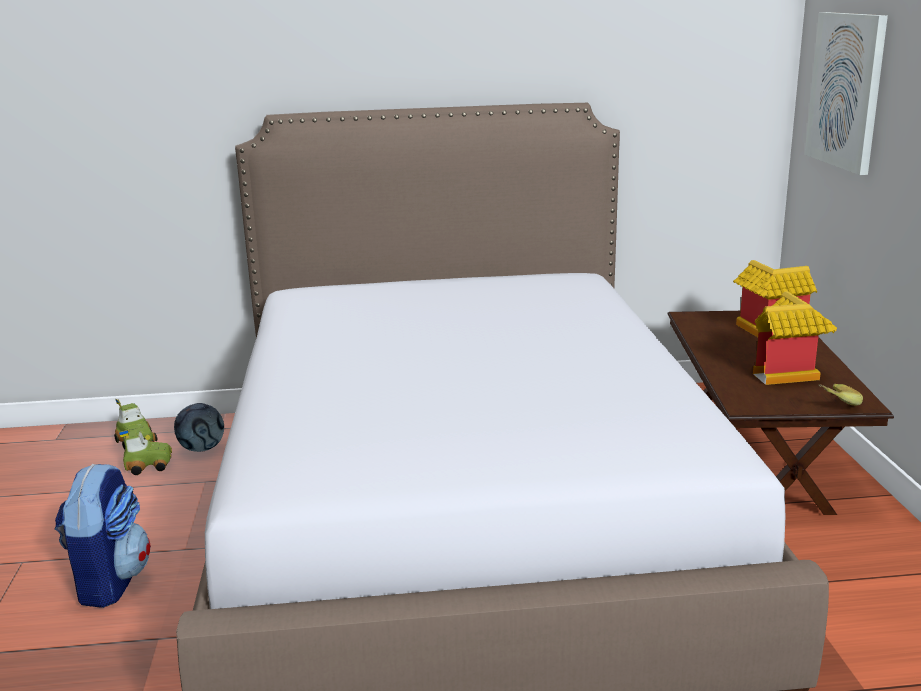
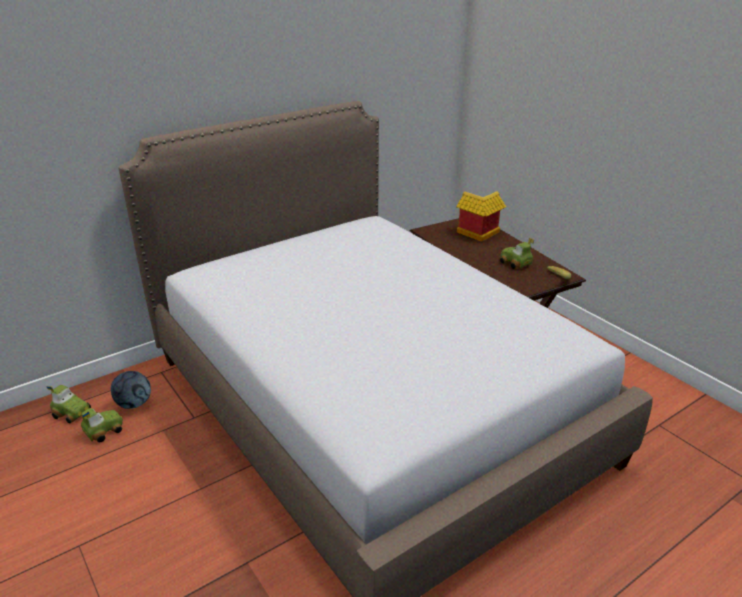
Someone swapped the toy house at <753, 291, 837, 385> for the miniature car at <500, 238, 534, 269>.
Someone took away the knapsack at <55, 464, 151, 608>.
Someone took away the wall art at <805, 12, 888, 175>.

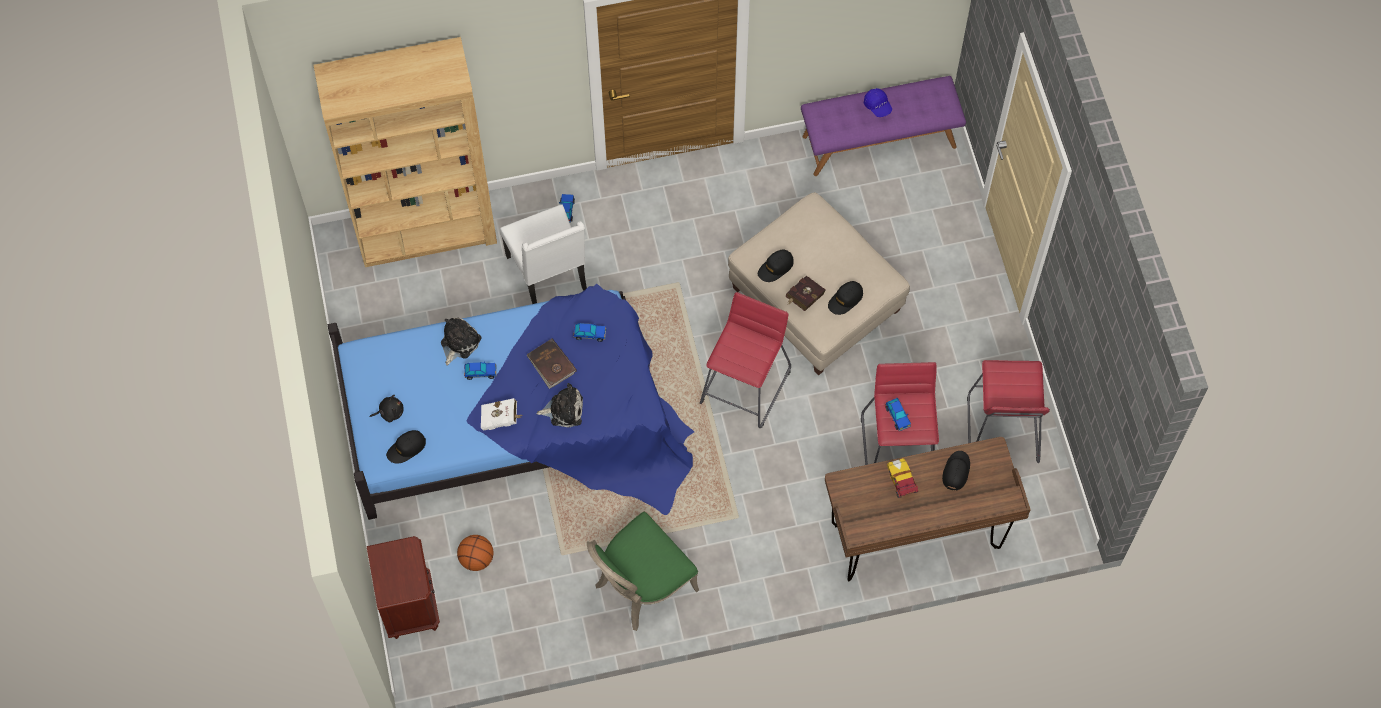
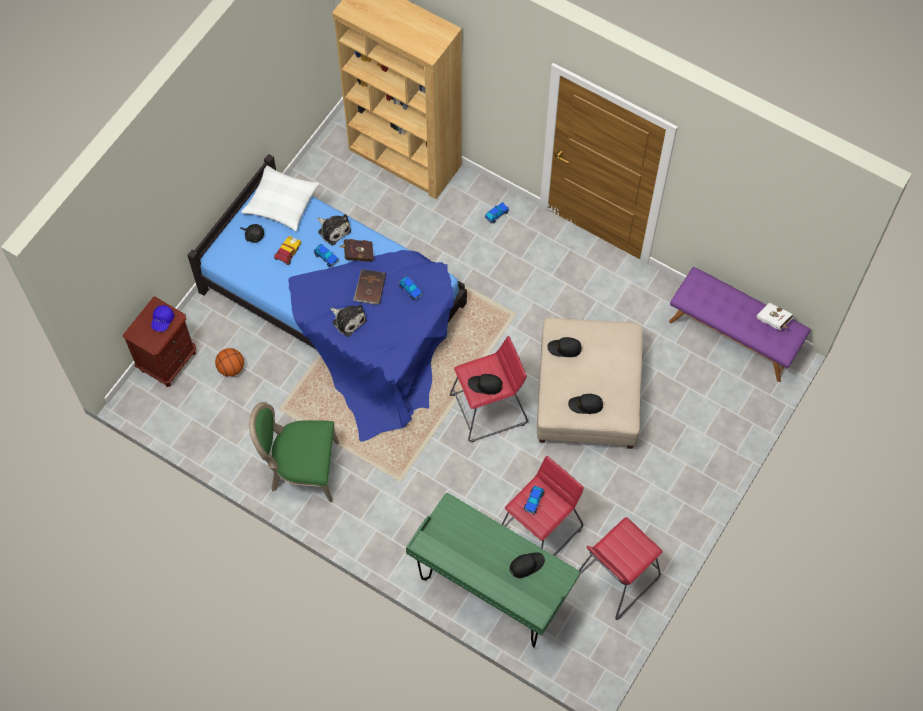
Someone carried the peaked cap/bluish from <864, 88, 892, 117> to <151, 305, 174, 332>.
Someone put down the throw pillow/whitish at <241, 166, 320, 231>.
Someone carried the miniature car from <887, 458, 918, 498> to <274, 236, 301, 265>.
Someone rotated the plush toy at <441, 318, 482, 365> by 60 degrees clockwise.
Someone carried the bound book/red-coloured from <786, 276, 826, 311> to <339, 239, 374, 262>.
Someone repainted the desk table/brown-coloured at <825, 437, 1031, 581>, which became the desk table/green at <406, 493, 580, 647>.
Someone carried the peaked cap/blackish from <386, 430, 426, 464> to <468, 374, 503, 395>.
Someone carried the bound book/whitish from <481, 398, 523, 430> to <757, 303, 793, 330>.
Someone took away the chair/whitish at <500, 204, 587, 304>.

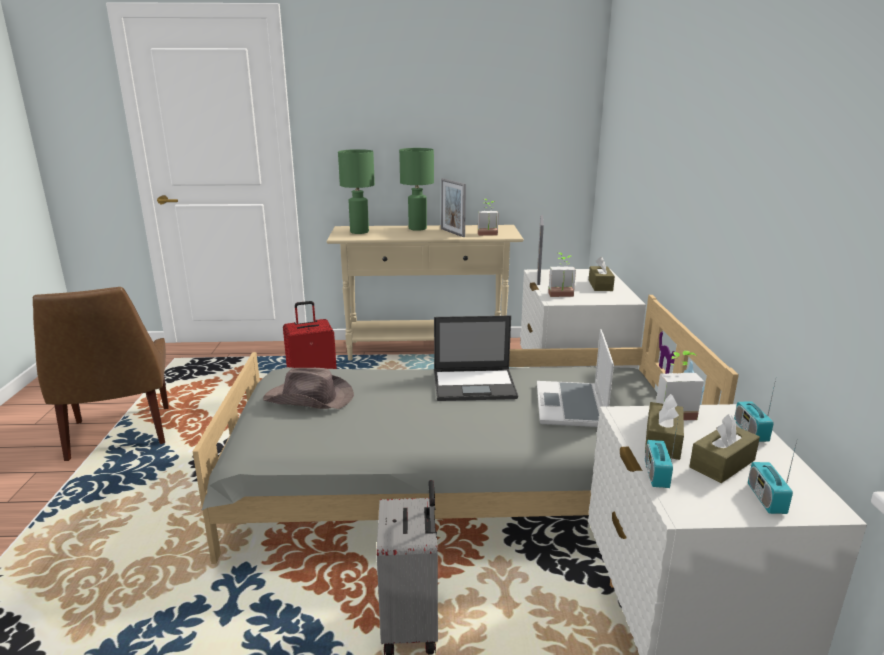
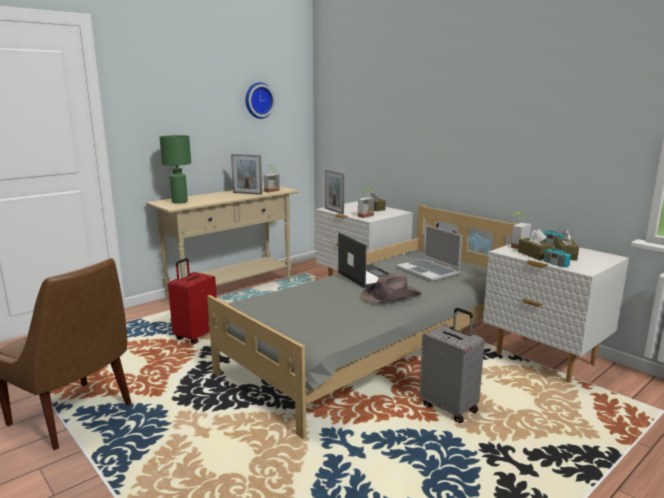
Someone put up the wall clock at <245, 82, 275, 119>.
Someone rotated the portable computer at <434, 315, 518, 401> by 75 degrees counterclockwise.
Someone carried the wearable hat/brown-coloured from <263, 368, 354, 409> to <360, 273, 422, 303>.
Someone took away the lamp for a table/green at <399, 148, 434, 231>.
Someone took away the radio set at <748, 438, 798, 514>.

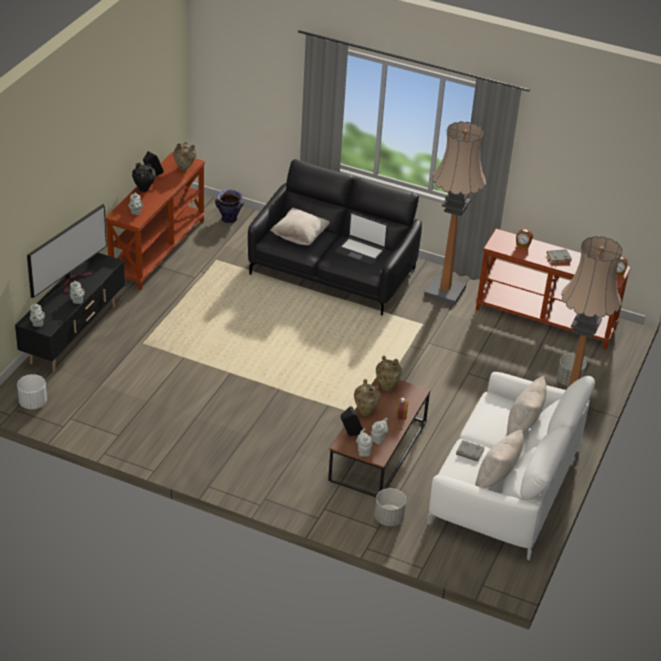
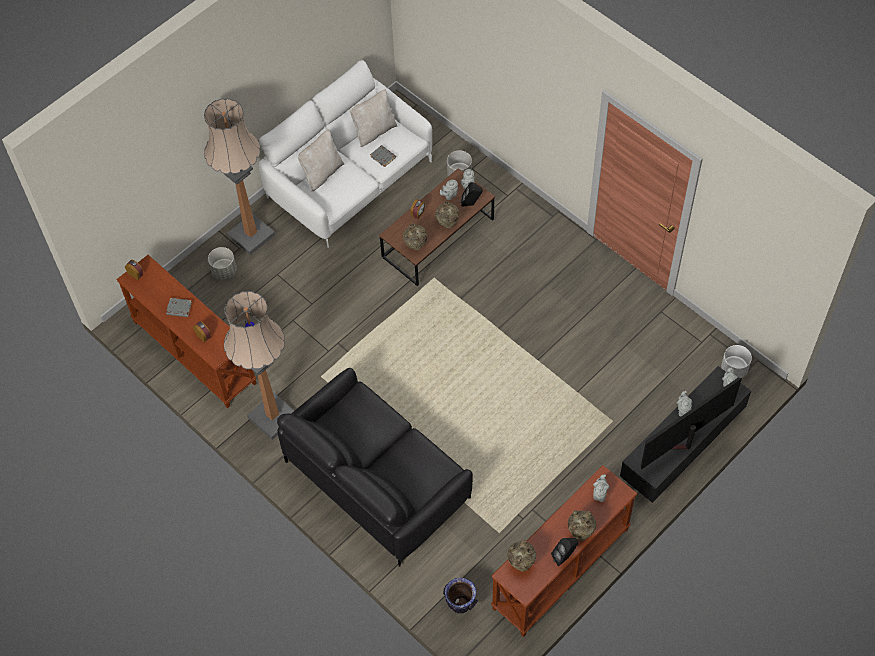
Someone repainted the vase/blackish at <132, 163, 156, 192>, which became the vase/beige-coloured at <568, 510, 596, 541>.
Someone took away the throw pillow/beige-coloured at <270, 208, 330, 245>.
Someone took away the portable computer at <335, 212, 388, 266>.

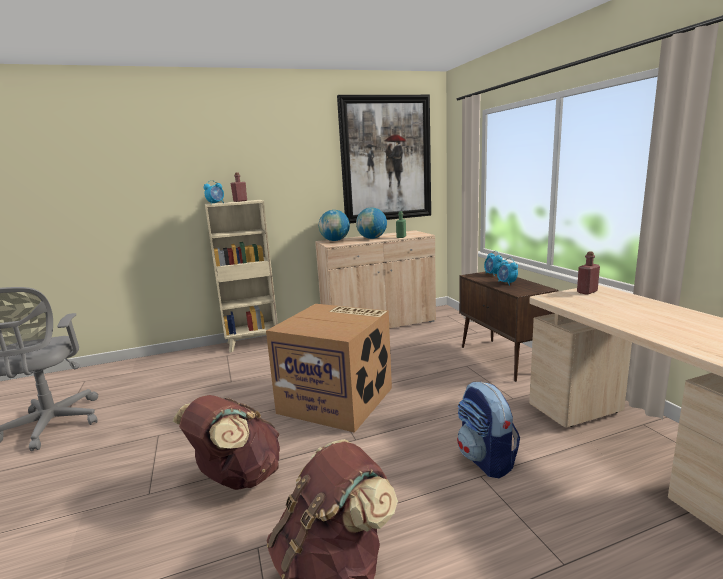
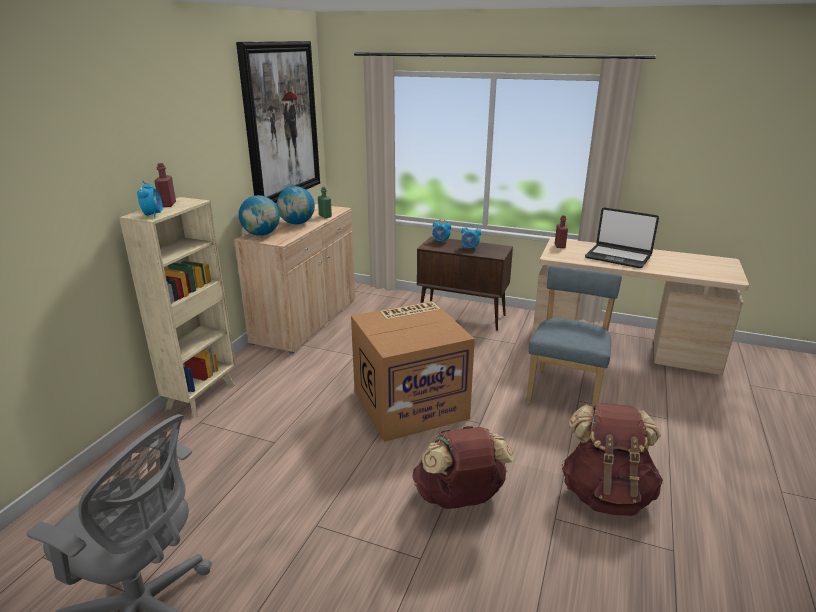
Someone swapped the knapsack at <457, 382, 520, 478> for the chair/bluish at <526, 266, 622, 407>.
Someone put down the portable computer at <585, 207, 659, 268>.

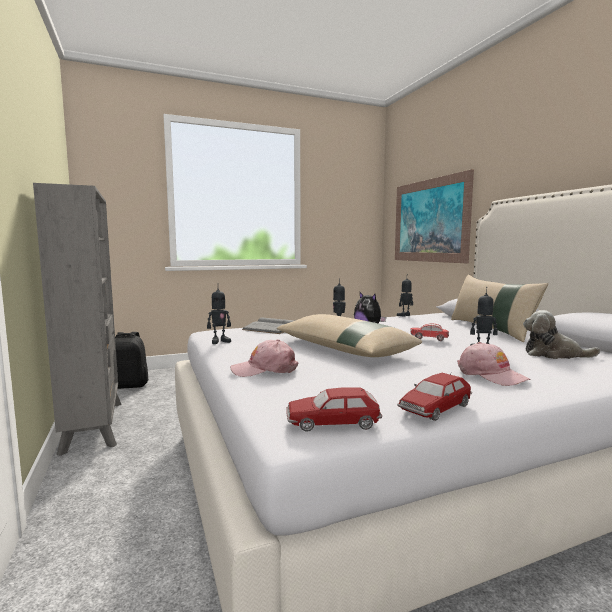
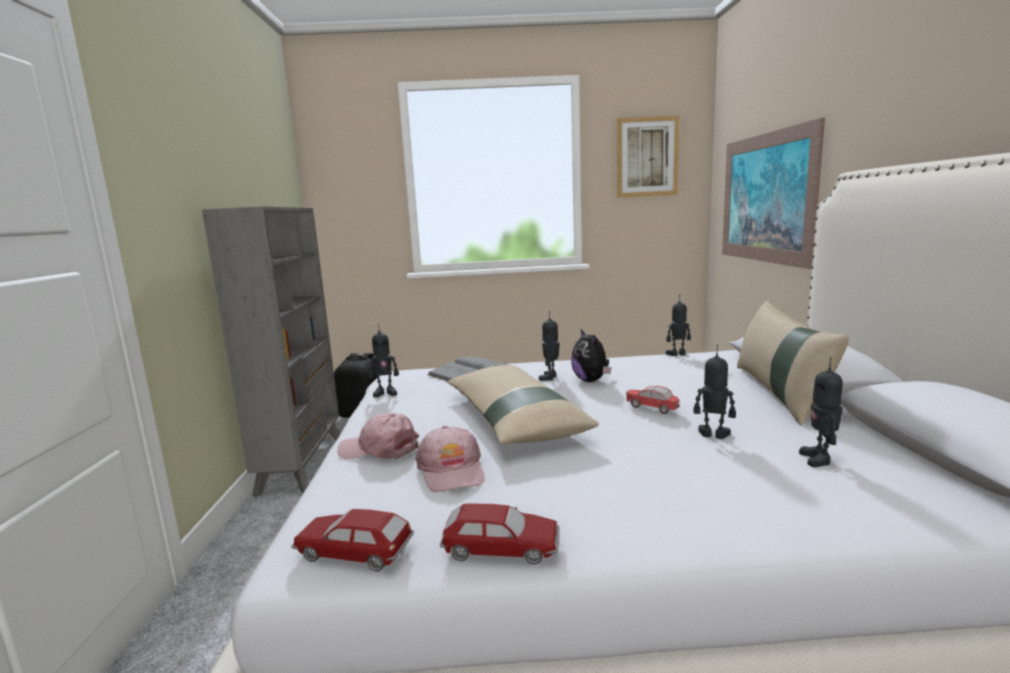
Someone carried the peaked cap/pink from <457, 342, 530, 386> to <415, 426, 485, 492>.
Someone rotated the miniature car at <397, 371, 472, 421> by 150 degrees counterclockwise.
Someone put up the wall art at <617, 116, 680, 198>.
Someone swapped the plush toy at <523, 310, 600, 359> for the model robot at <799, 357, 843, 467>.

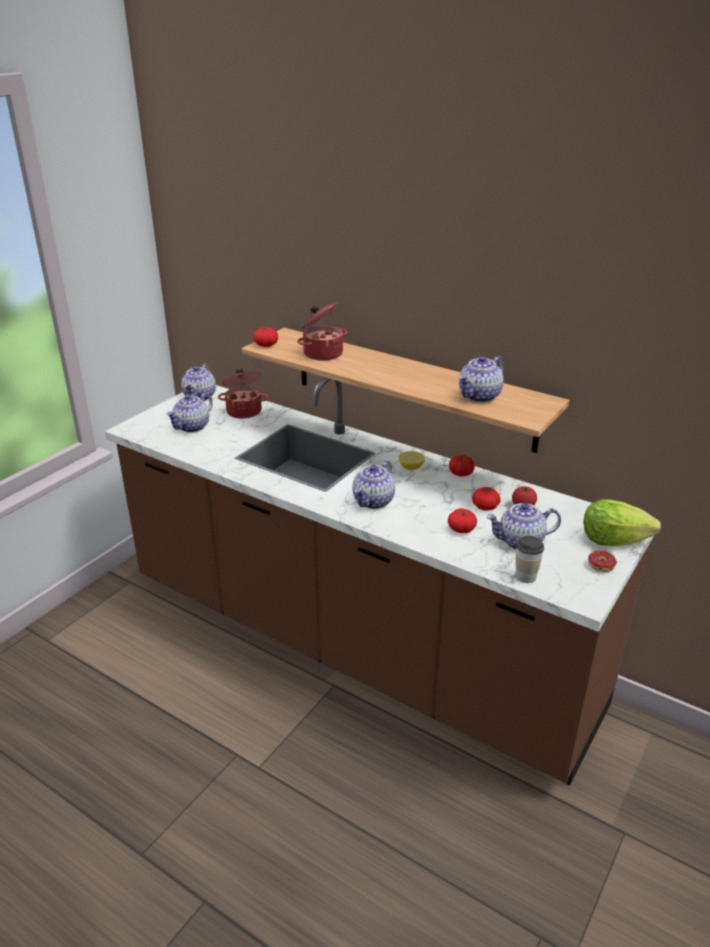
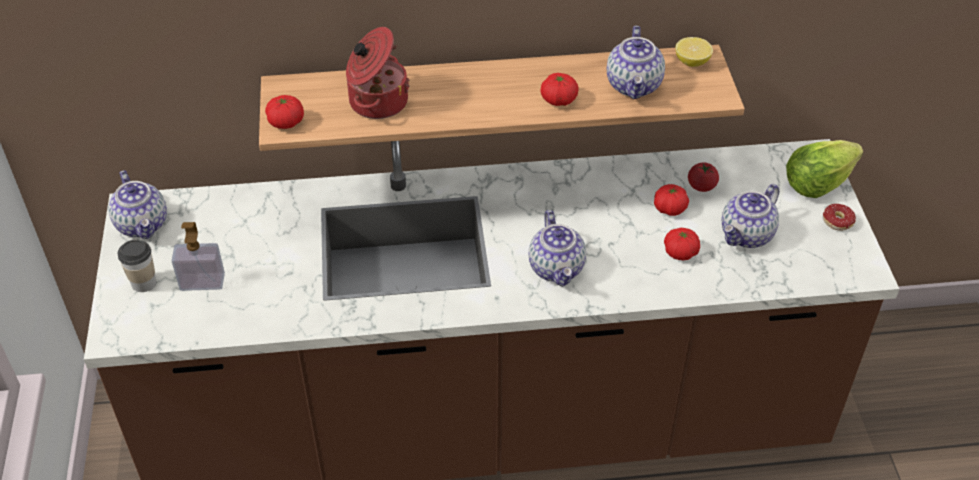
Someone carried the drinking cup from <516, 536, 544, 583> to <118, 240, 156, 292>.
Someone swapped the tea pot at <166, 392, 213, 433> for the soap dispenser at <172, 222, 225, 291>.
Someone carried the whole tomato from <449, 455, 475, 477> to <541, 73, 579, 106>.
Someone carried the whole lemon from <398, 451, 425, 471> to <676, 37, 713, 67>.
Someone took away the saucepot at <218, 369, 268, 419>.

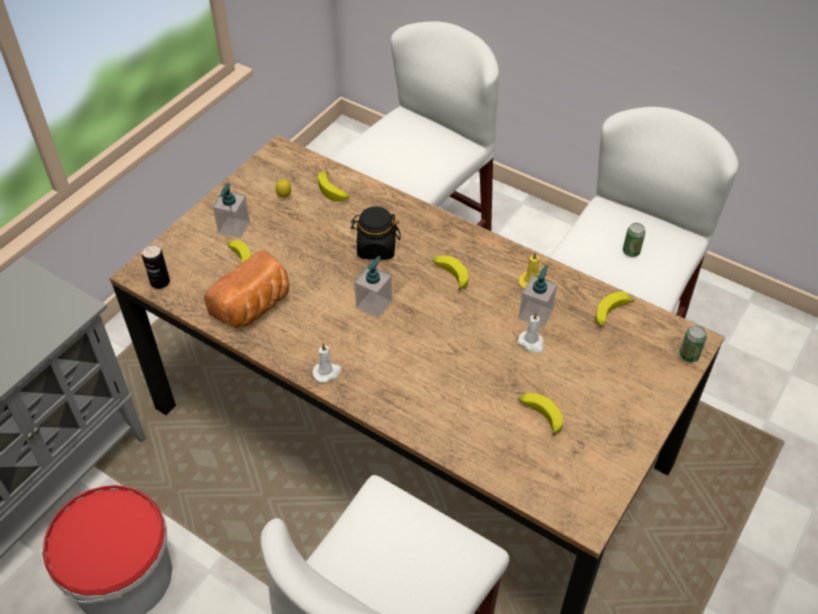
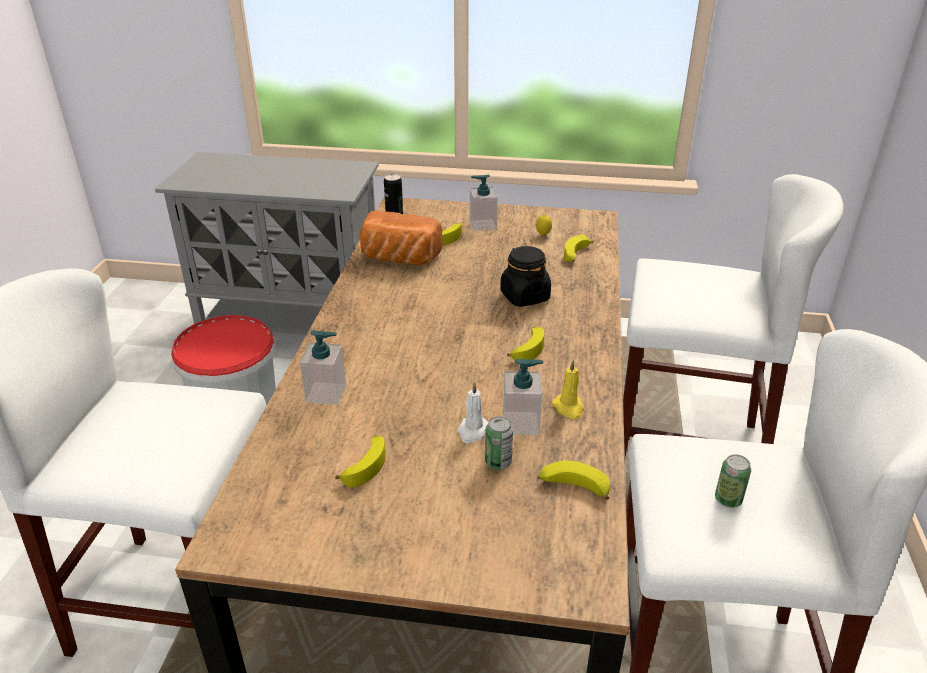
Someone carried the soap dispenser from <354, 256, 392, 318> to <300, 330, 346, 405>.
Someone carried the sealed can from <679, 326, 707, 362> to <485, 416, 513, 470>.
Someone took away the wax candle/whitish at <312, 343, 342, 383>.

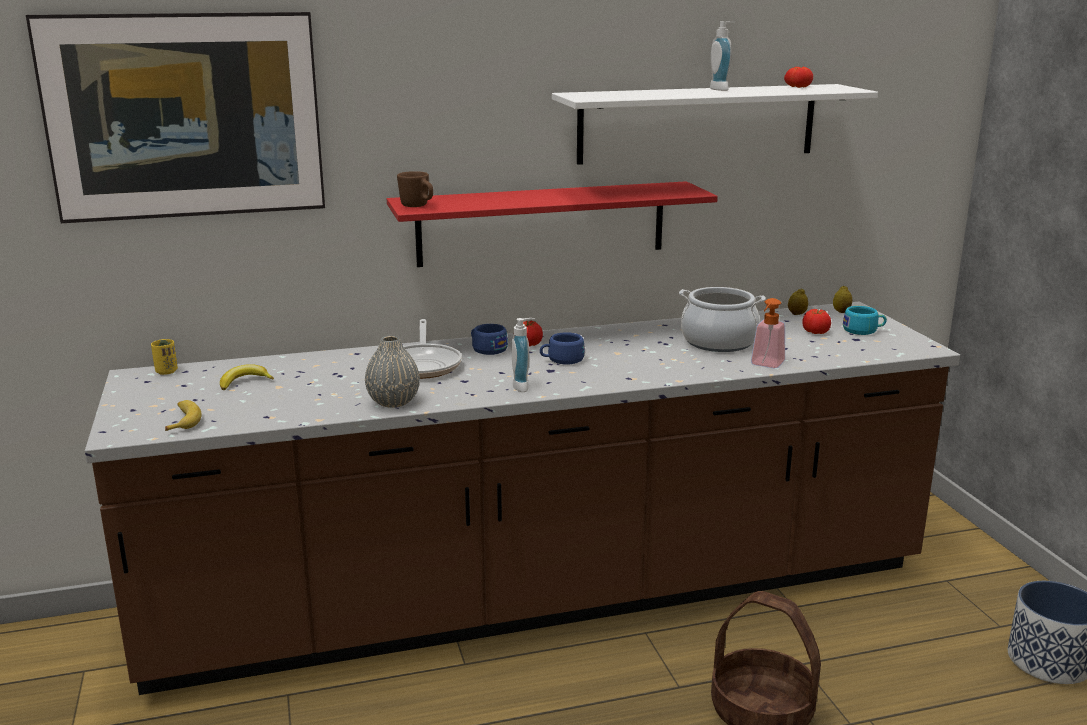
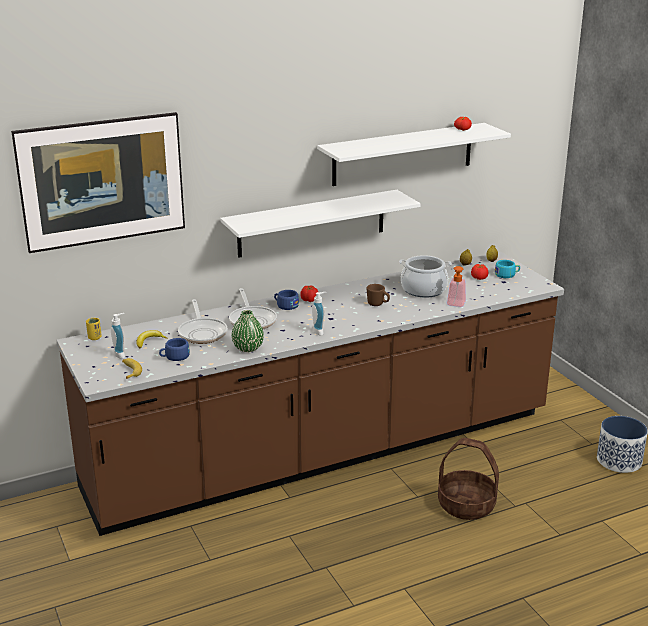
Someone carried the soap dispenser from <710, 21, 735, 91> to <111, 313, 125, 359>.
Someone carried the drinking cup/bluish from <540, 332, 585, 365> to <159, 338, 190, 361>.
Someone put down the skillet at <178, 299, 227, 344>.
Someone repainted the shelf/red-coloured at <387, 181, 718, 267>, which became the shelf/whitish at <220, 190, 421, 258>.
Someone repainted the vase/gray at <365, 336, 420, 408>, which became the vase/green at <232, 310, 264, 352>.
Someone carried the mug/brown-coloured from <397, 171, 433, 207> to <367, 284, 390, 306>.

